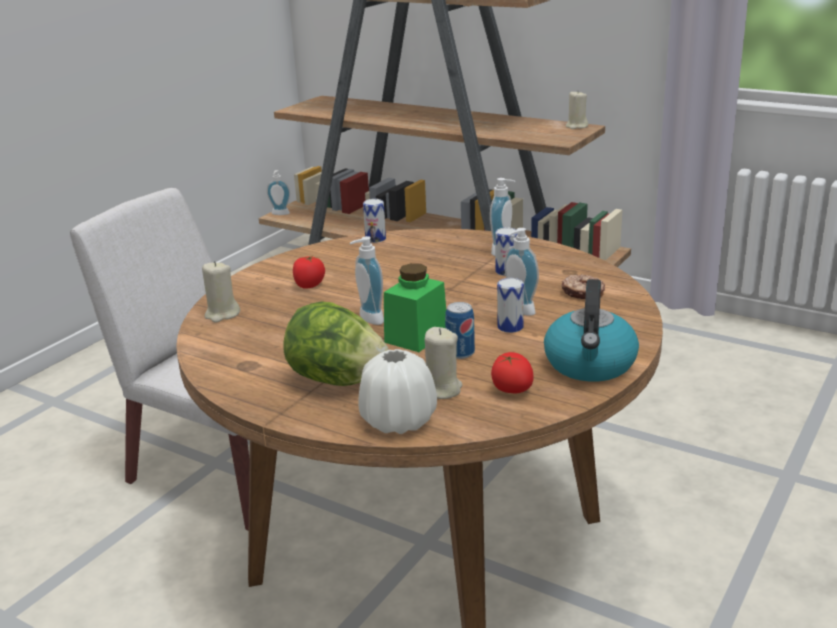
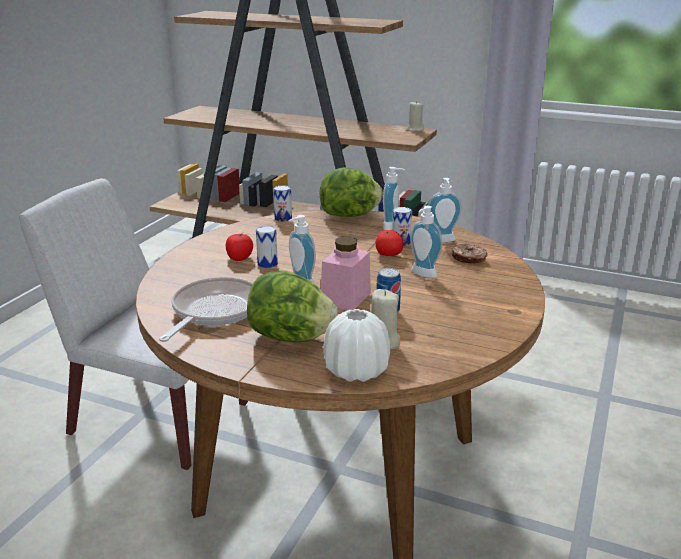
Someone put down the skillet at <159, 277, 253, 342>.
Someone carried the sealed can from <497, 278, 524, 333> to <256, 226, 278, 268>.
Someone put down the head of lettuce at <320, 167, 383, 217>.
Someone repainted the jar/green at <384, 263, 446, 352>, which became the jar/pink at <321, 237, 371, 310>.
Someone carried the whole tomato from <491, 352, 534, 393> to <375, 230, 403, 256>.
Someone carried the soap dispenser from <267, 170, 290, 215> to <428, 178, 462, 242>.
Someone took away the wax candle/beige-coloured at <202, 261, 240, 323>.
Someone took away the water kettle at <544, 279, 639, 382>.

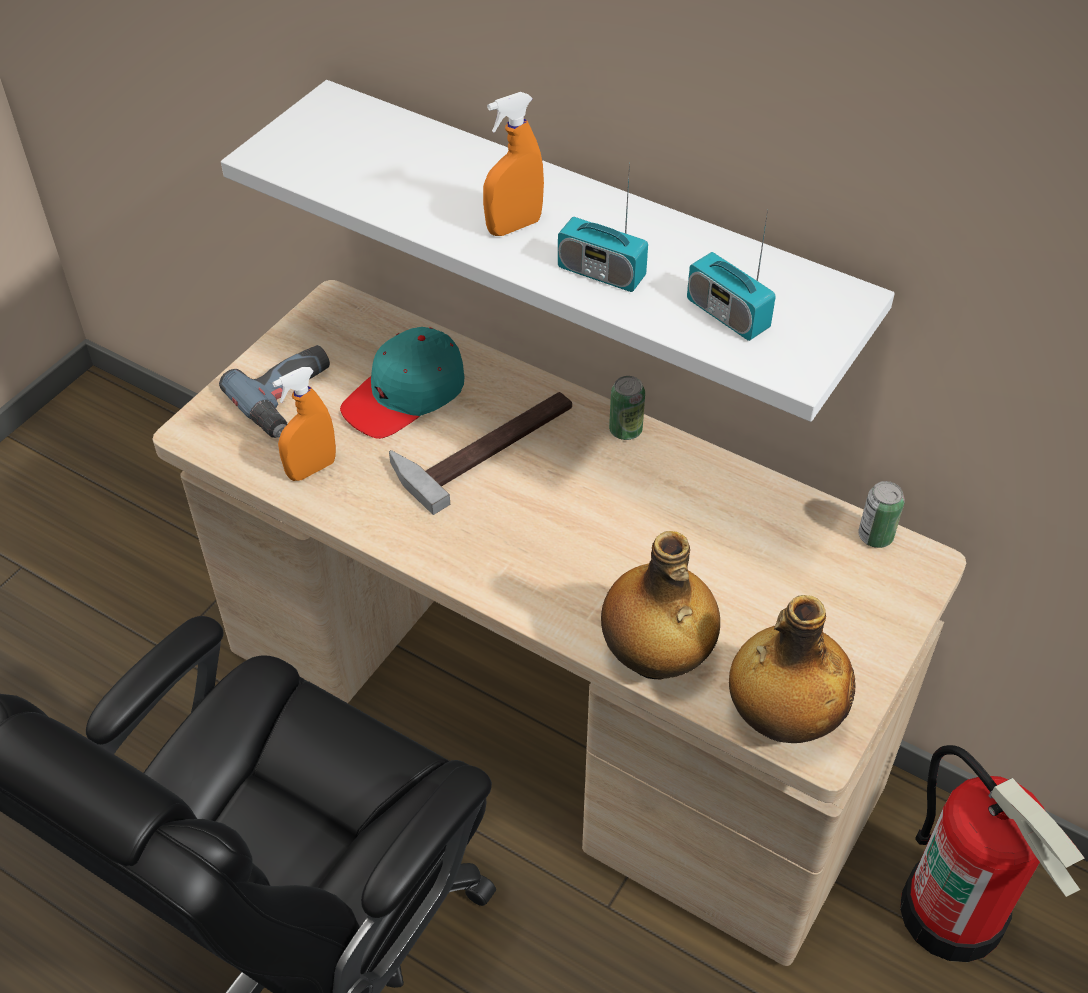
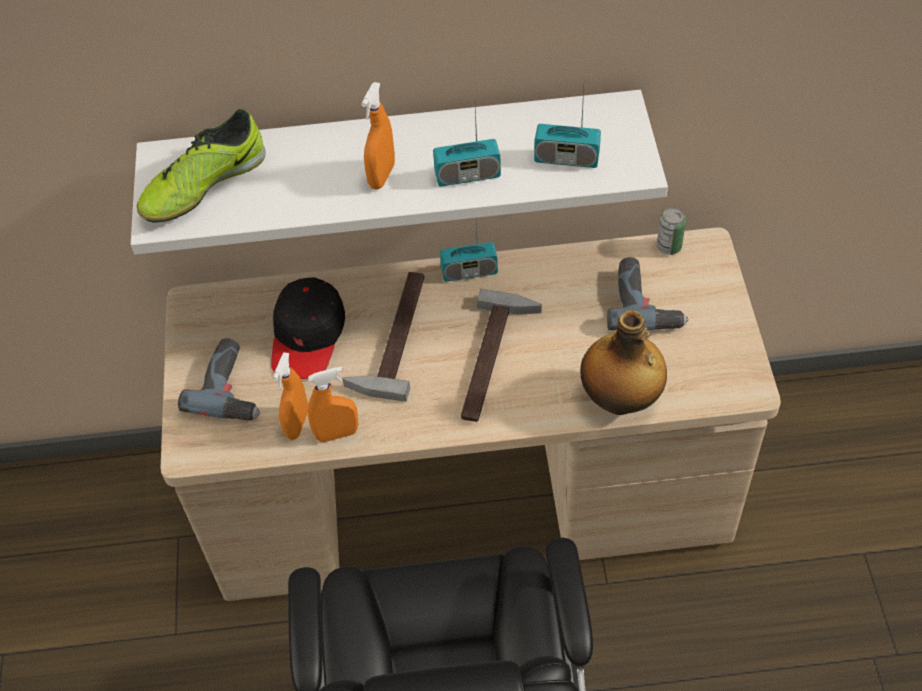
Someone put down the shoe at <137, 109, 266, 223>.
Someone repainted the peaked cap/turquoise at <340, 327, 465, 439>, which became the peaked cap/blackish at <271, 277, 345, 379>.
Someone put down the spray bottle/orange-coloured at <308, 367, 358, 442>.
Someone swapped the sealed can at <609, 376, 645, 440> for the radio set at <440, 220, 498, 282>.
Someone put down the tool hammer at <461, 289, 542, 422>.
Someone put down the power drill at <607, 257, 688, 330>.
Someone took away the bottle at <729, 595, 856, 743>.
Someone took away the fire extinguisher at <900, 745, 1084, 962>.

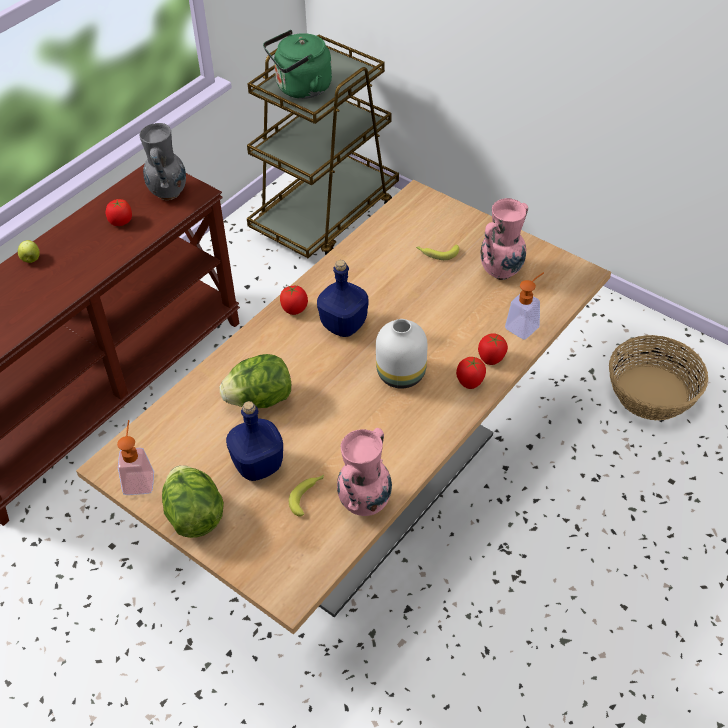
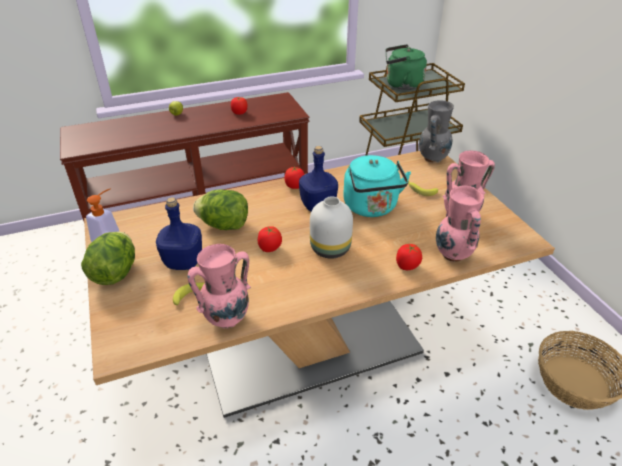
Someone carried the whole tomato from <456, 357, 486, 389> to <258, 226, 282, 252>.
Someone put down the water kettle/turquoise at <343, 155, 411, 217>.
Someone carried the vase/gray from <140, 123, 186, 200> to <419, 100, 454, 163>.
Someone swapped the soap dispenser at <505, 272, 544, 340> for the vase/pink at <436, 185, 484, 262>.

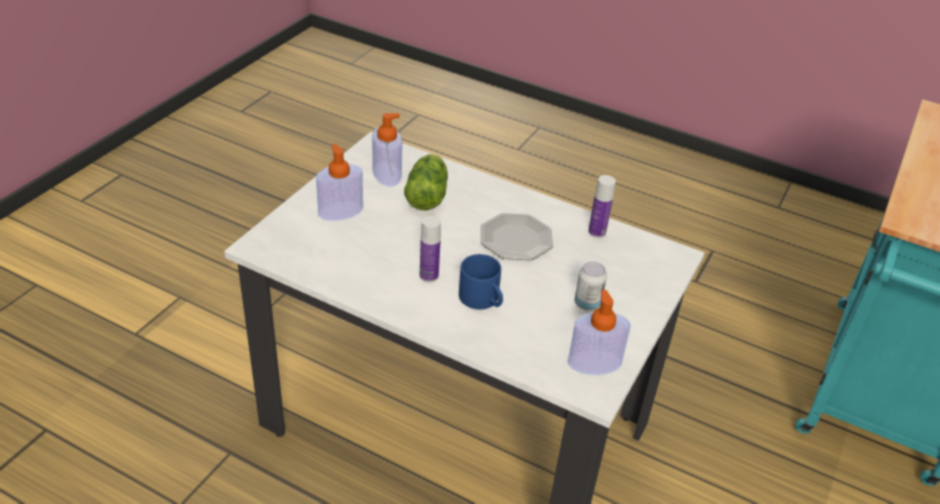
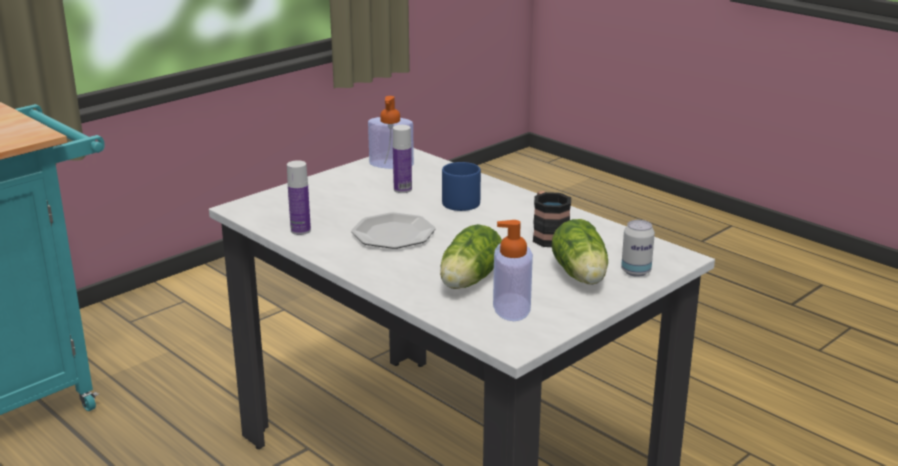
Someone carried the bottle from <420, 216, 441, 282> to <393, 125, 412, 193>.
Someone put down the mug at <533, 191, 571, 247>.
Someone swapped the soap dispenser at <316, 144, 363, 221> for the head of lettuce at <552, 219, 608, 285>.
Someone carried the sealed can from <574, 262, 607, 311> to <621, 220, 655, 277>.

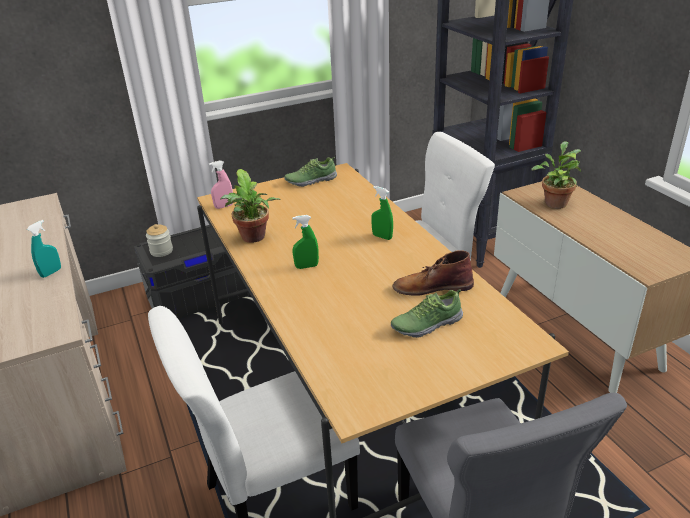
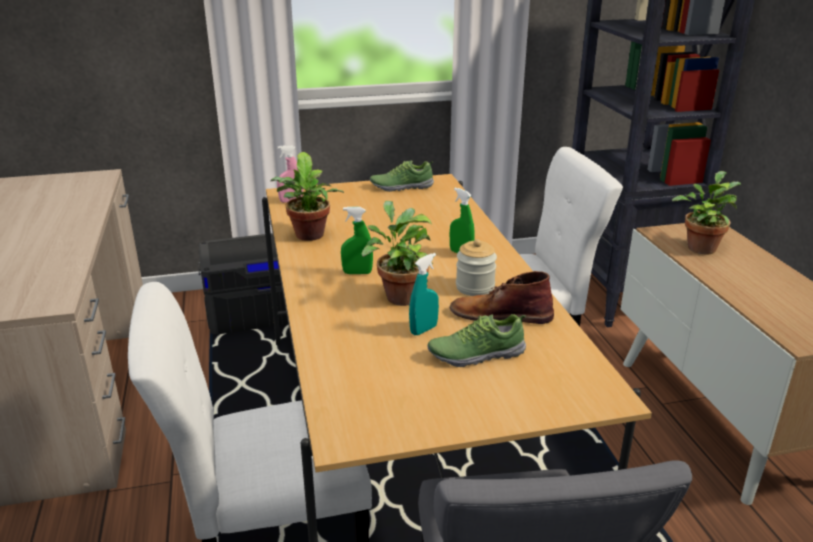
Someone put down the potted plant at <362, 201, 433, 306>.
Someone carried the spray bottle/turquoise from <27, 220, 61, 278> to <409, 253, 439, 335>.
Someone carried the jar from <146, 224, 173, 257> to <456, 239, 497, 296>.

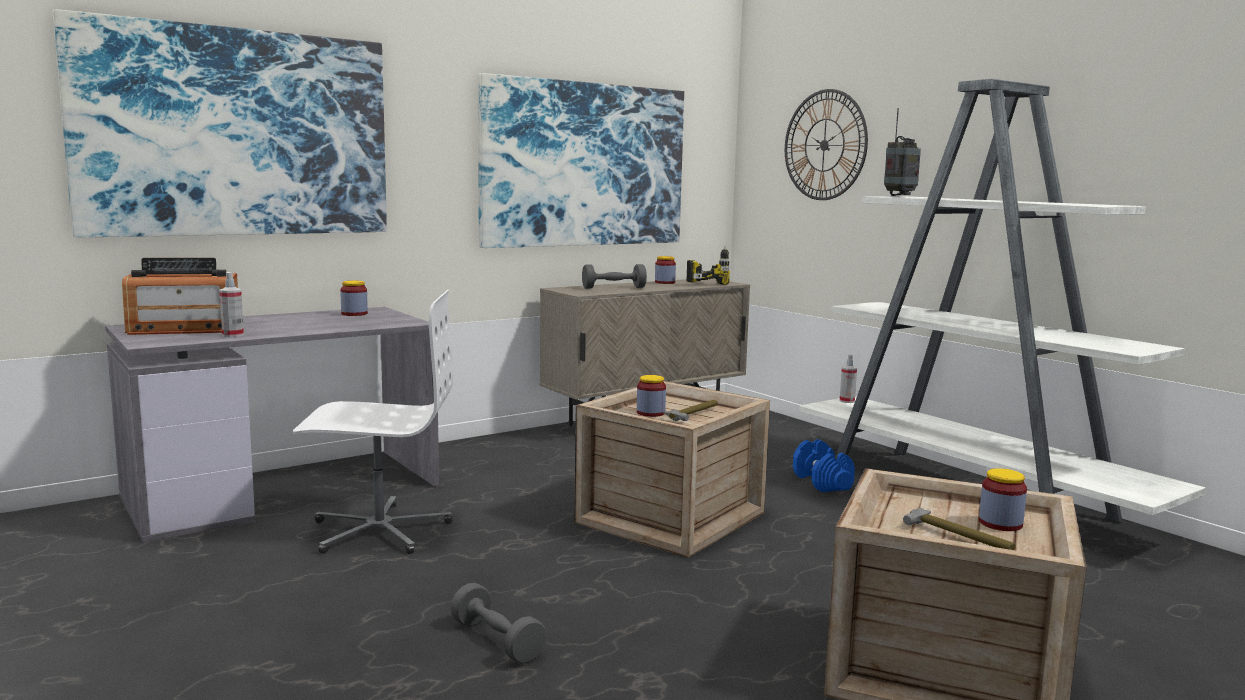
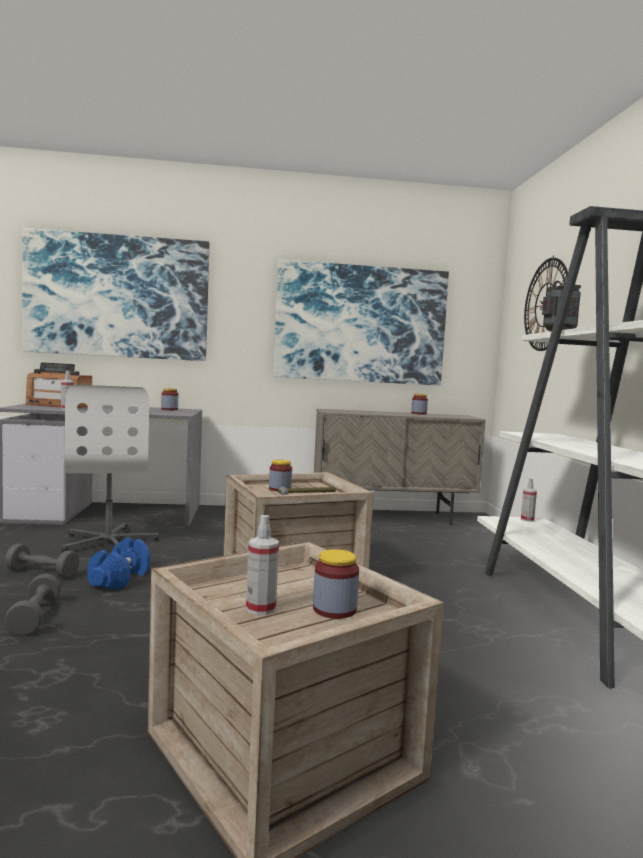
Someone carried the free weight/gray from <582, 264, 647, 289> to <5, 543, 79, 578>.
Someone rotated the office chair/whitish at <293, 290, 453, 554> by 45 degrees clockwise.
Someone carried the free weight/bluish from <793, 439, 855, 492> to <87, 537, 150, 590>.
Someone swapped the tool hammer at <903, 508, 1016, 550> for the spray bottle at <246, 515, 279, 615>.
Someone took away the power drill at <687, 246, 730, 285>.

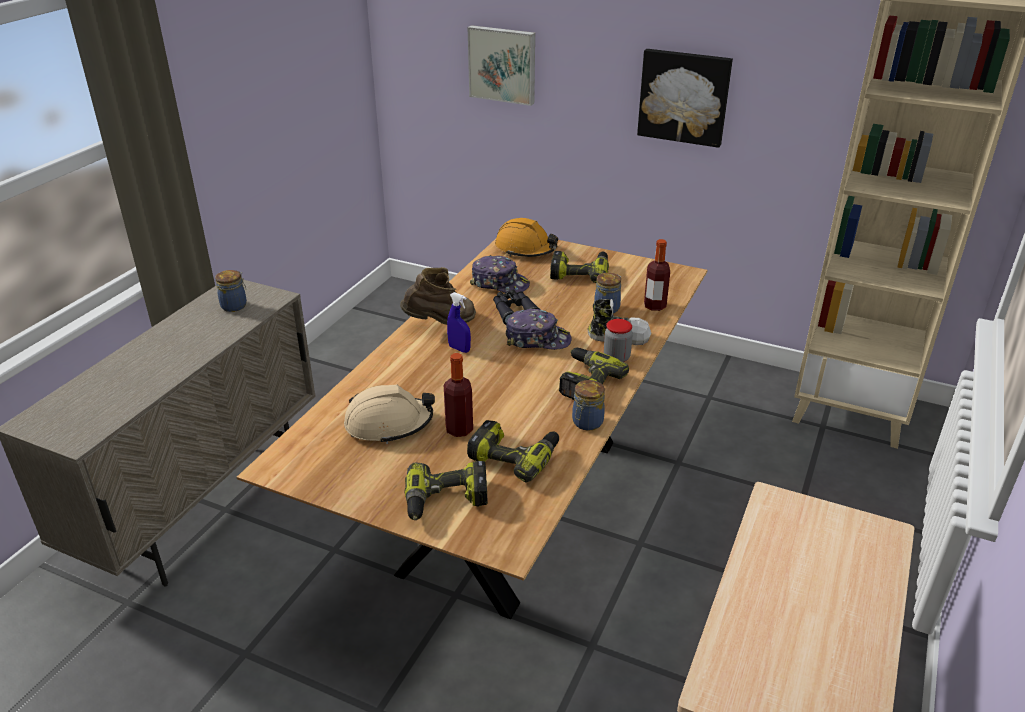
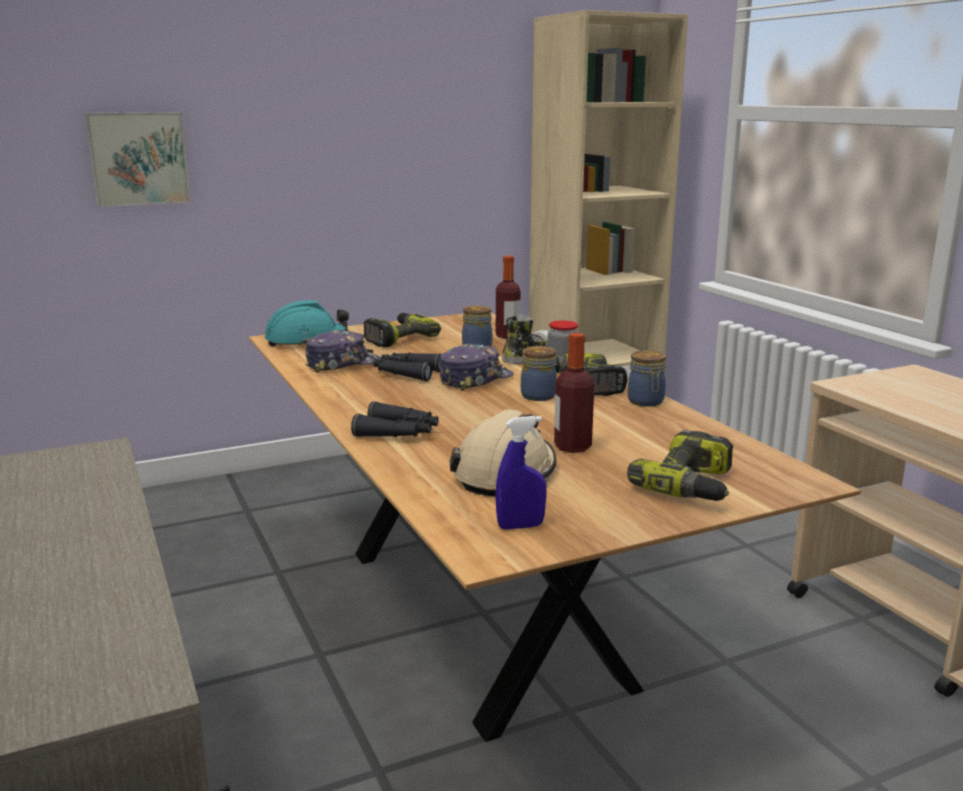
Someone repainted the safety helmet/orange-coloured at <495, 218, 558, 257>, which became the safety helmet/turquoise at <265, 300, 349, 347>.
Someone put down the binoculars/blackish at <351, 401, 438, 437>.
Someone carried the spray bottle/bluish from <447, 292, 471, 353> to <495, 416, 547, 530>.
Someone carried the jar from <215, 270, 247, 312> to <521, 346, 557, 401>.
Someone took away the tall boot/brown-coloured at <400, 267, 476, 325>.
Someone took away the power drill at <467, 420, 559, 483>.
Someone took away the wall art at <637, 49, 733, 148>.

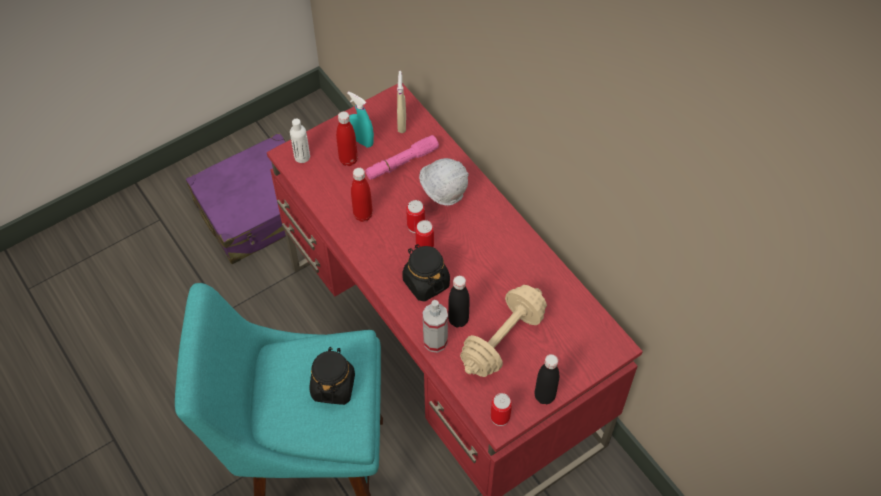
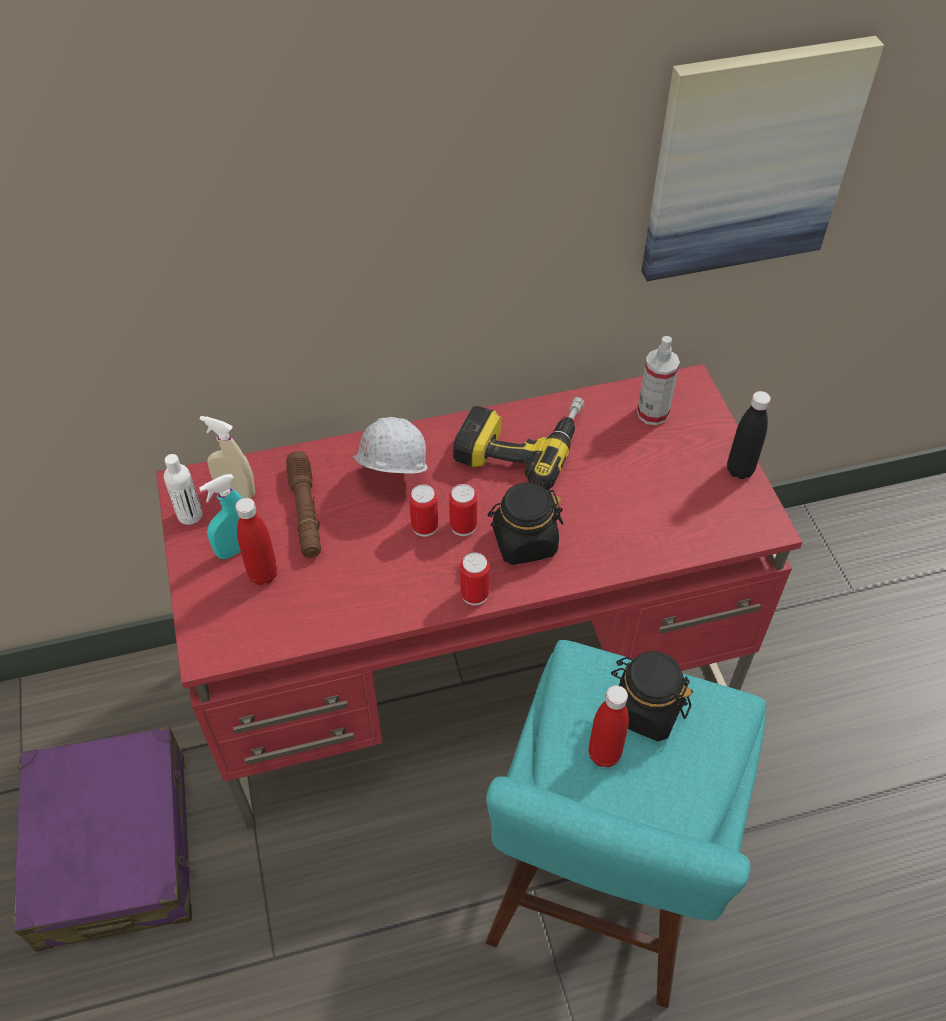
Someone carried the bottle/whitish from <290, 119, 310, 163> to <164, 454, 202, 525>.
Someone repainted the hand torch/pink at <365, 135, 439, 180>, which became the hand torch/brown-coloured at <286, 451, 321, 558>.
Someone put down the power drill at <453, 397, 584, 490>.
Someone carried the sealed can from <490, 393, 512, 426> to <460, 553, 490, 605>.
Someone carried the bottle/red-coloured from <351, 168, 373, 222> to <588, 685, 629, 767>.
Someone carried the spray bottle from <423, 300, 448, 353> to <637, 336, 680, 425>.
Someone put up the wall art at <641, 36, 884, 281>.
Someone took away the bottle/blackish at <448, 275, 470, 327>.
Someone took away the free weight/beige-coloured at <460, 285, 547, 377>.

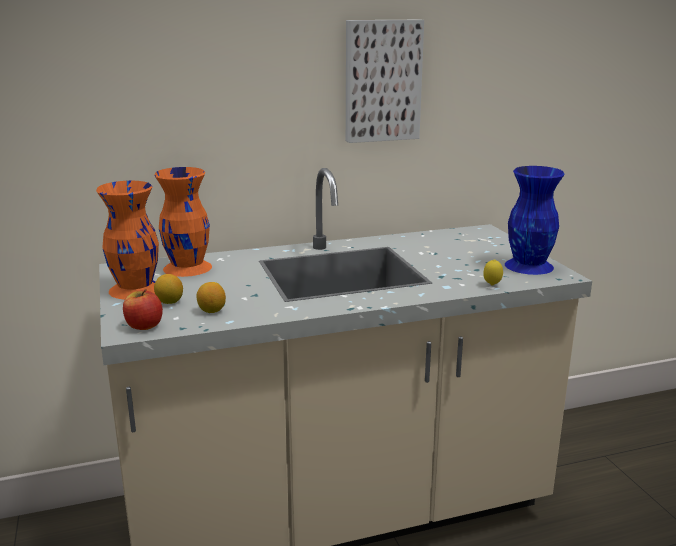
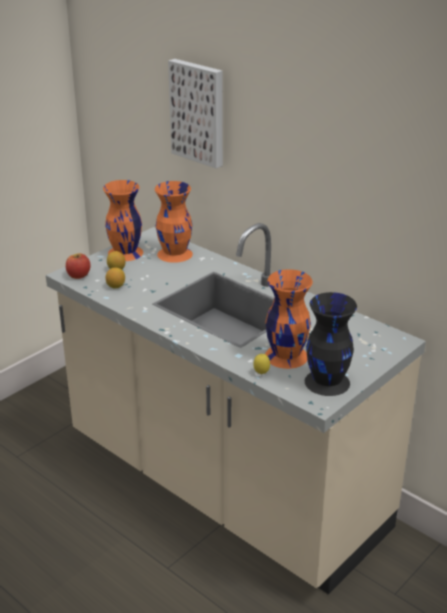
Someone carried the wall art from <346, 20, 424, 143> to <168, 59, 223, 169>.
Someone put down the vase/orange-coloured at <265, 269, 313, 369>.
Someone repainted the vase/bluish at <505, 166, 564, 275>, which became the vase/blackish at <305, 292, 357, 396>.

